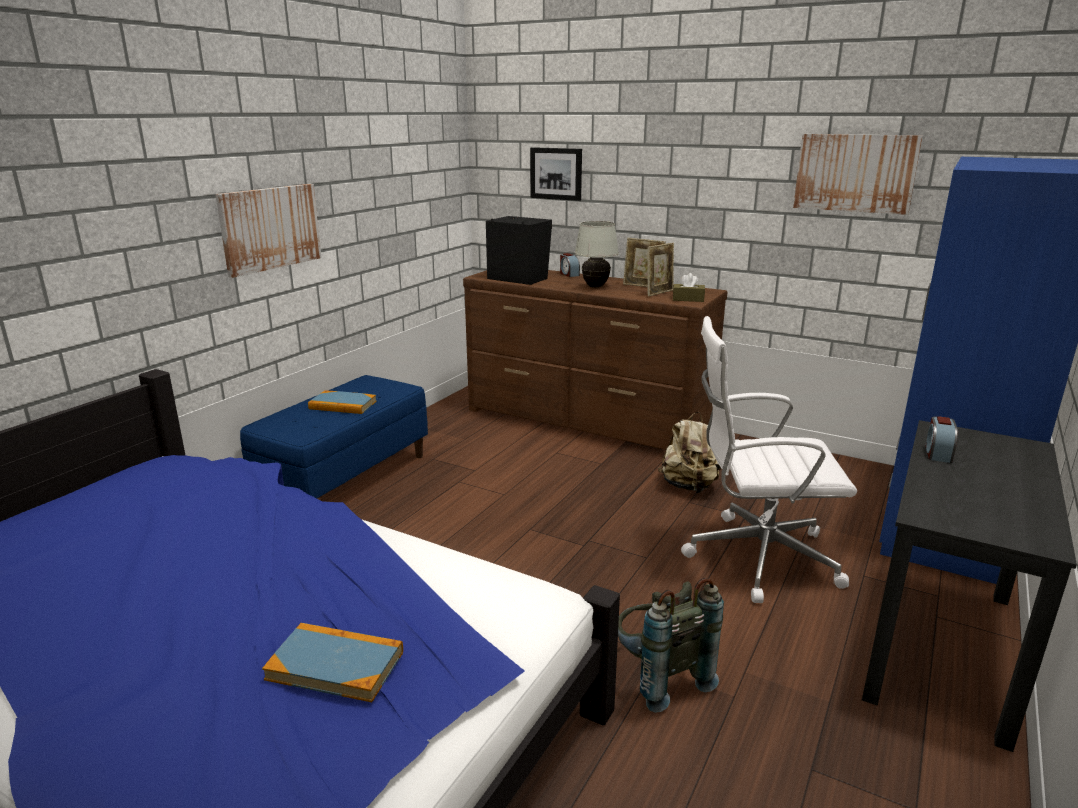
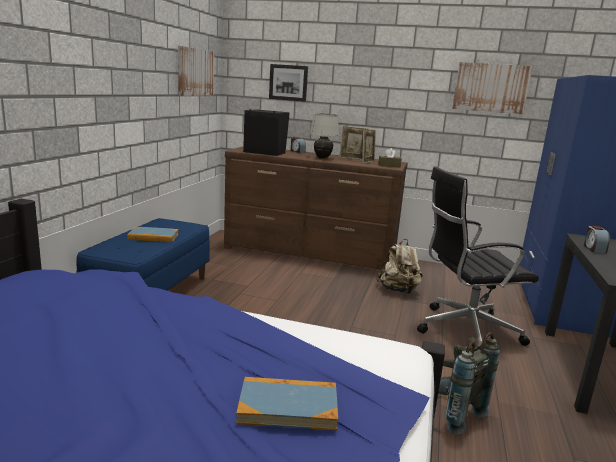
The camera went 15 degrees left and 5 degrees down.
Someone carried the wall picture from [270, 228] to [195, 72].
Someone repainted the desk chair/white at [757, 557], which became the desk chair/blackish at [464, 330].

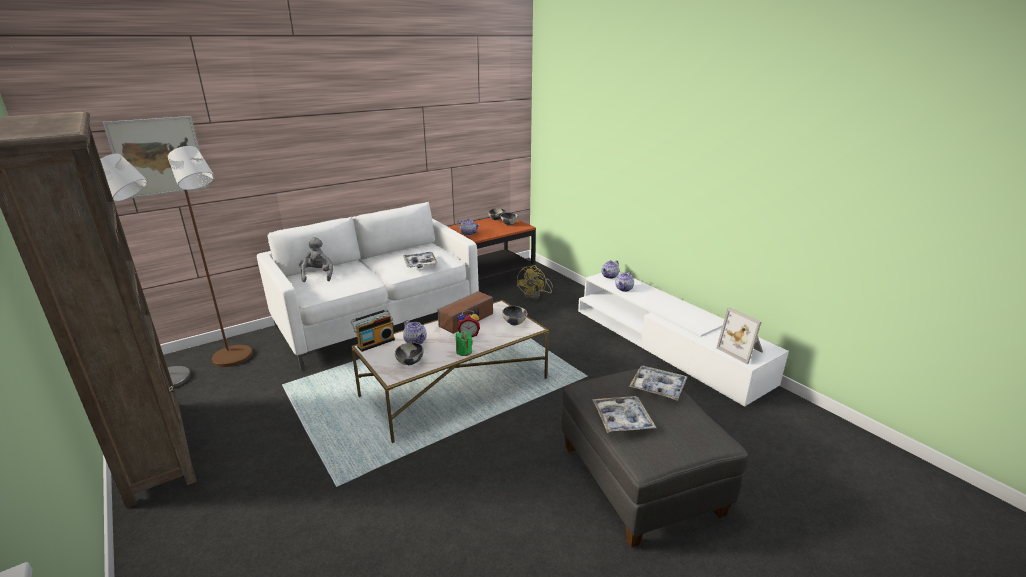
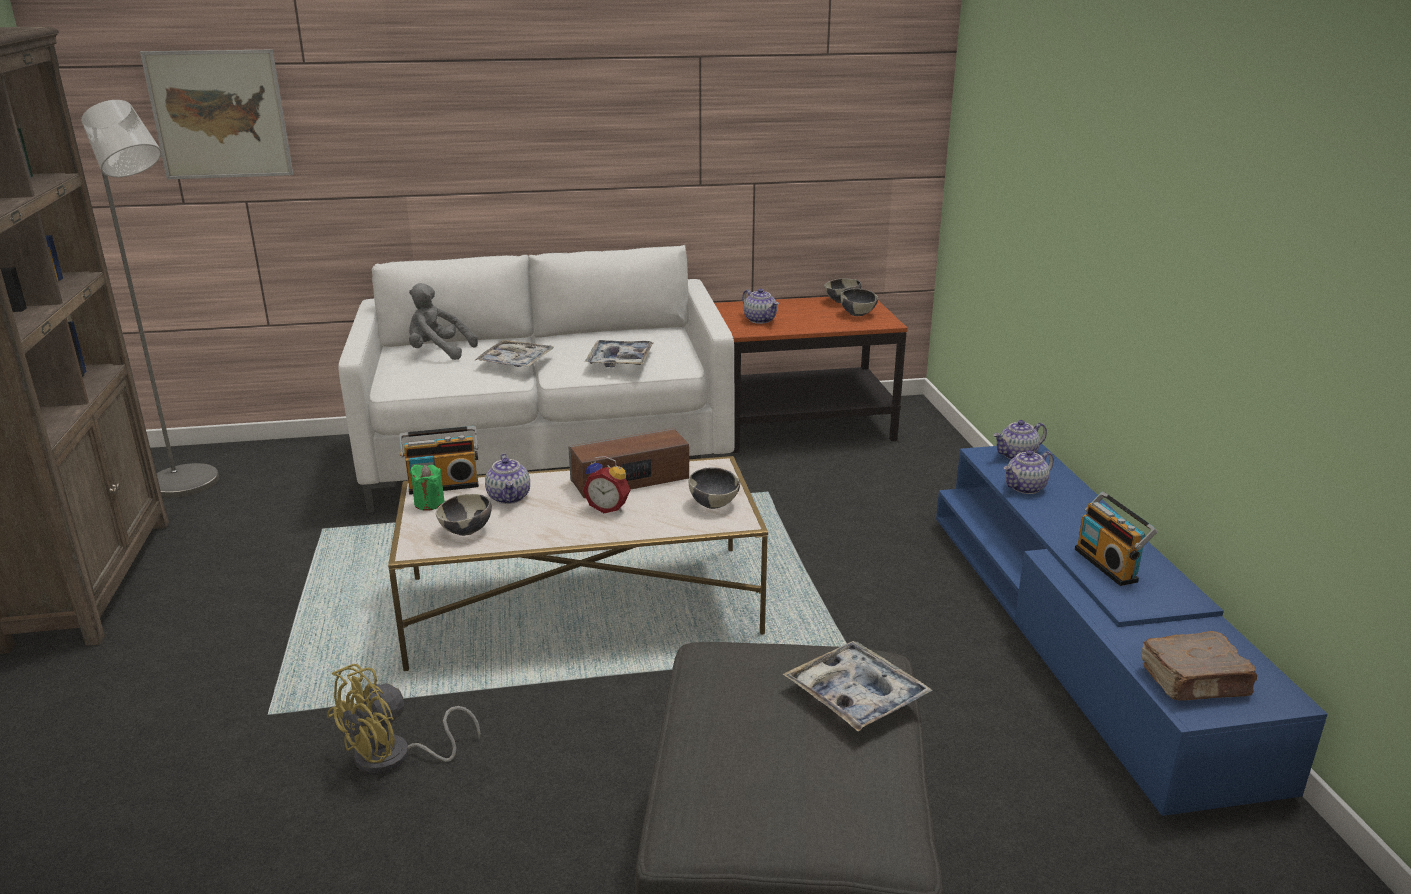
The camera went 25 degrees right and 0 degrees up.
Someone carried the electric fan/yellowish from [535, 296] to [395, 758].
Someone rotated the cuddly toy/greyish at [318, 275] by 90 degrees counterclockwise.
Someone carried the wax light/green-coloured from [464, 351] to [429, 503].
Someone carried the serving tray from [622, 419] to [515, 361].
Someone repainted the media console/white at [666, 345], which became the media console/bluish at [1081, 634].
Someone put down the radio at [1108, 565].
Someone swapped the standing frame at [742, 351] for the volume/brown-coloured at [1195, 682].
Someone took away the standing lamp/brown-coloured at [236, 359].

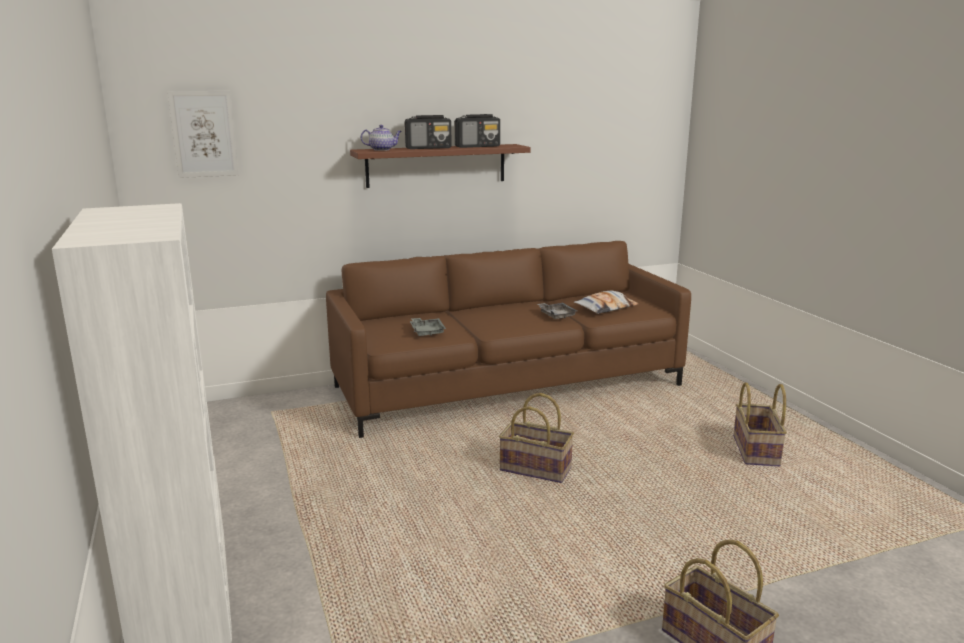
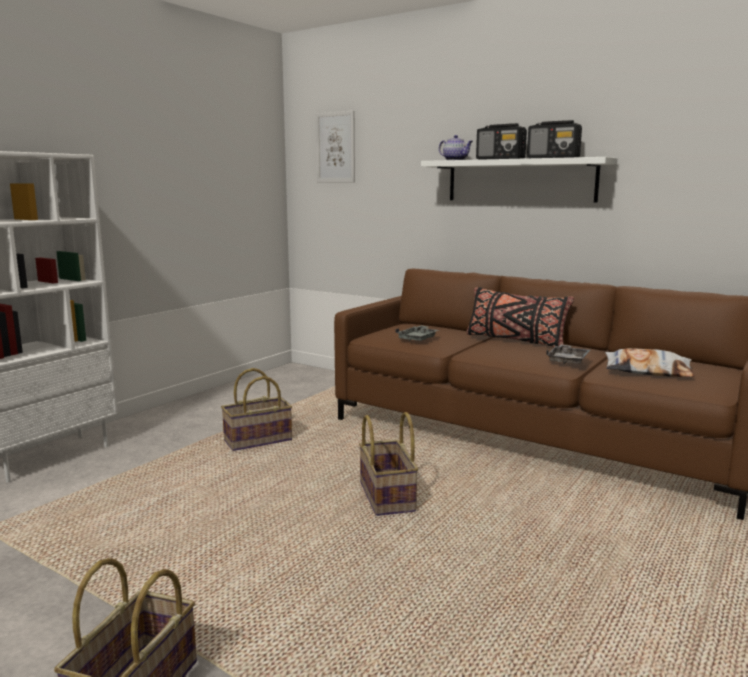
The camera went 55 degrees right and 5 degrees down.
Someone carried the storage basket from [757, 451] to [258, 441].
Someone repainted the shelf/brown-coloured at [436, 165], which became the shelf/white at [520, 180].
Someone put down the throw pillow/blackish at [515, 341].

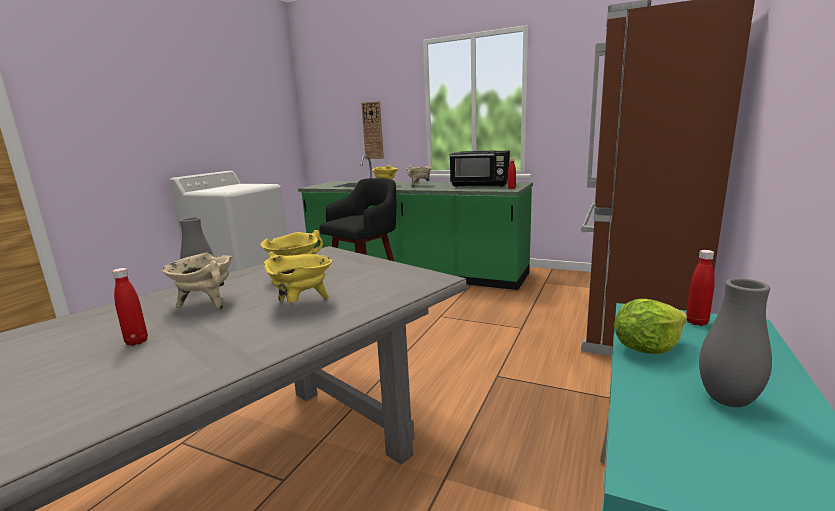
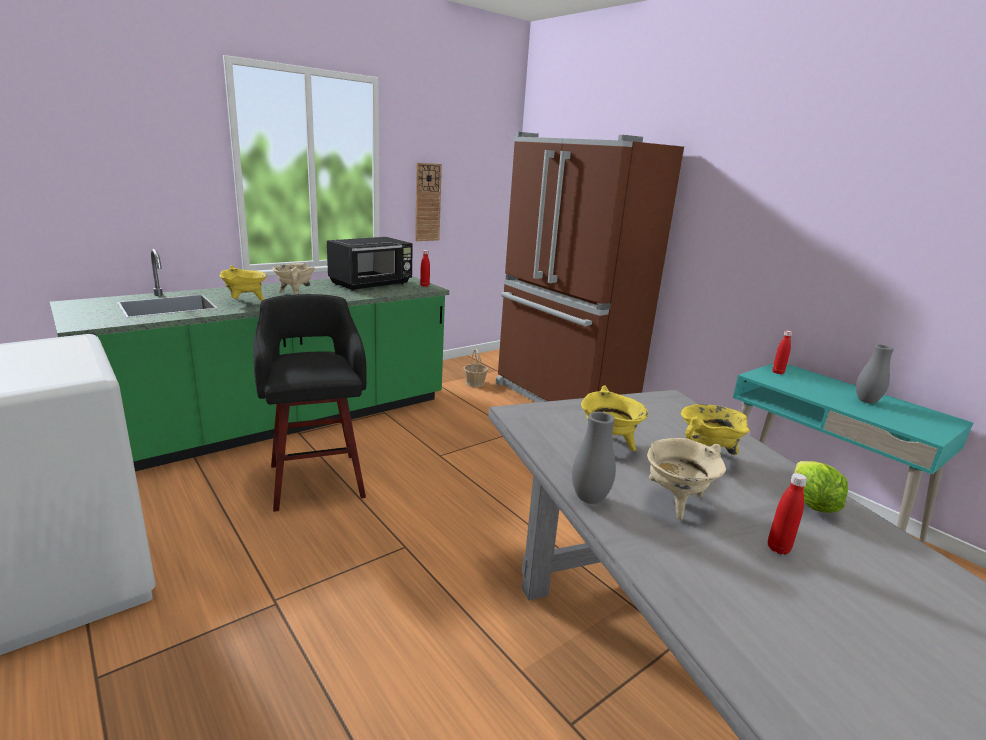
The camera went 65 degrees left and 5 degrees up.
Someone carried the hanging clock from [373, 130] to [427, 202].
Someone put down the storage basket at [474, 383].
Someone carried the head of lettuce from [646, 348] to [811, 504].

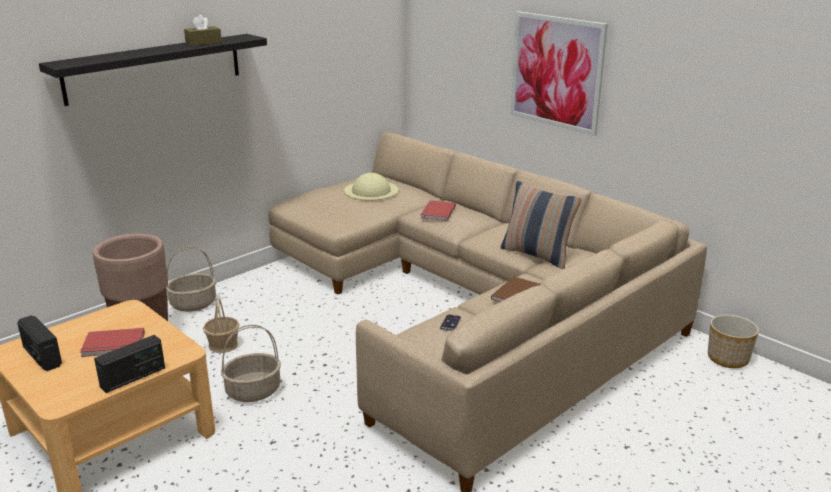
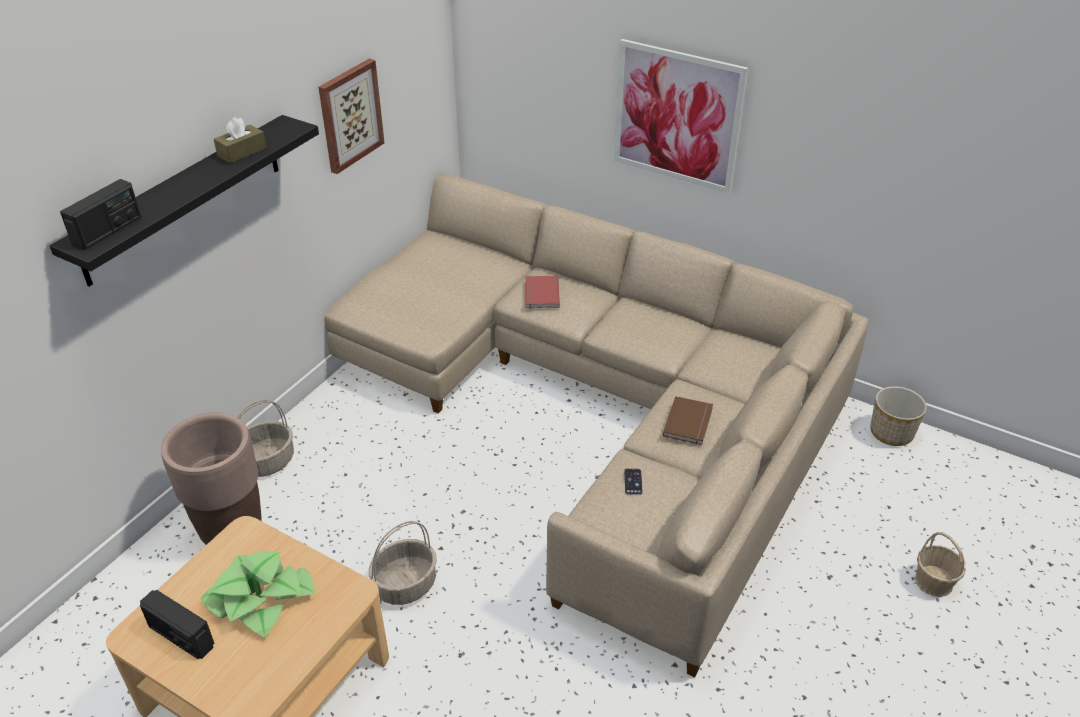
The camera went 15 degrees left and 15 degrees up.
Someone carried the radio from [133, 377] to [107, 231].
Someone swapped the volume/red-coloured at [113, 345] for the houseplant at [261, 599].
Someone put up the wall picture at [350, 115].
Someone carried the storage basket from [223, 345] to [933, 581].
Someone took away the wearable hat/sand-coloured at [371, 190].
Someone took away the throw pillow at [537, 255].

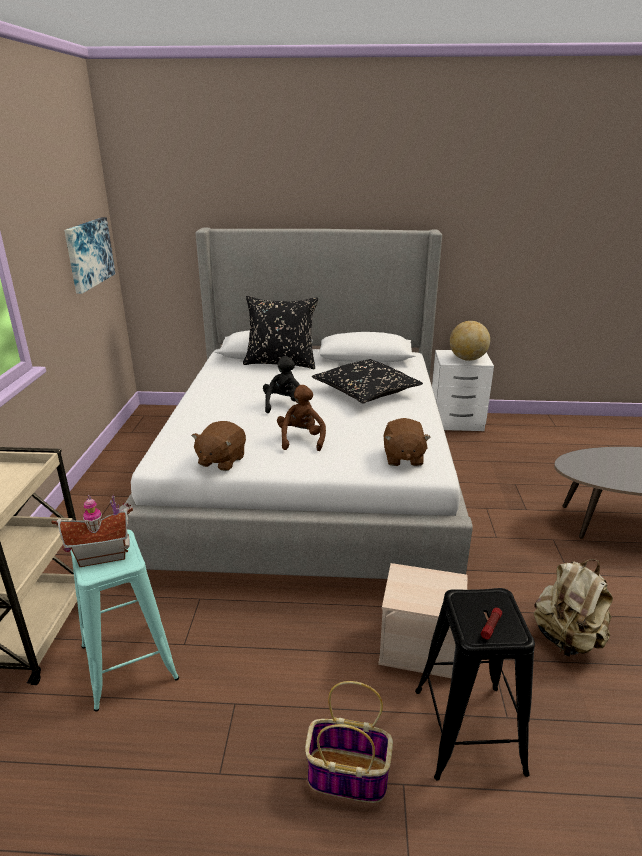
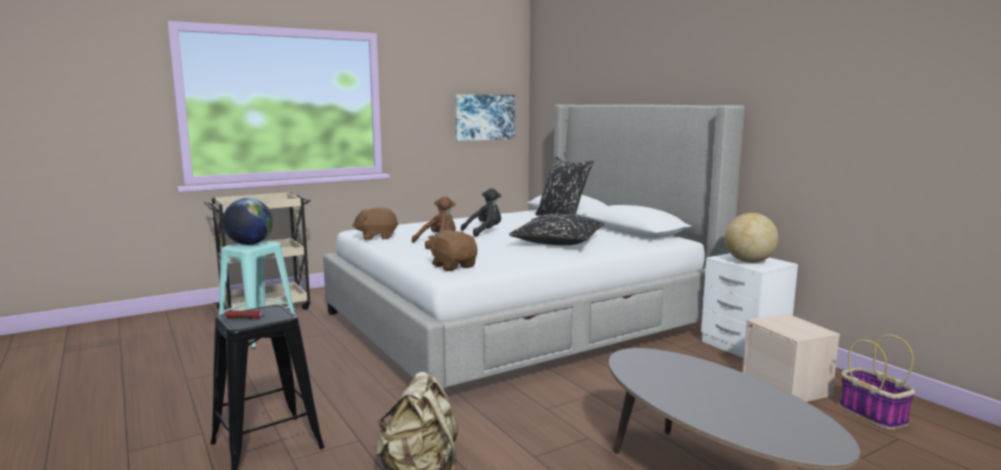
The camera went 55 degrees right and 15 degrees down.
Someone swapped the toy house at [102, 555] for the world globe at [250, 244].
Someone rotated the cuddly toy/brown-coloured at [403, 458] by 90 degrees clockwise.
Someone carried the storage box/sand-coloured from [421, 646] to [787, 387].
Someone carried the storage basket from [346, 776] to [871, 414].

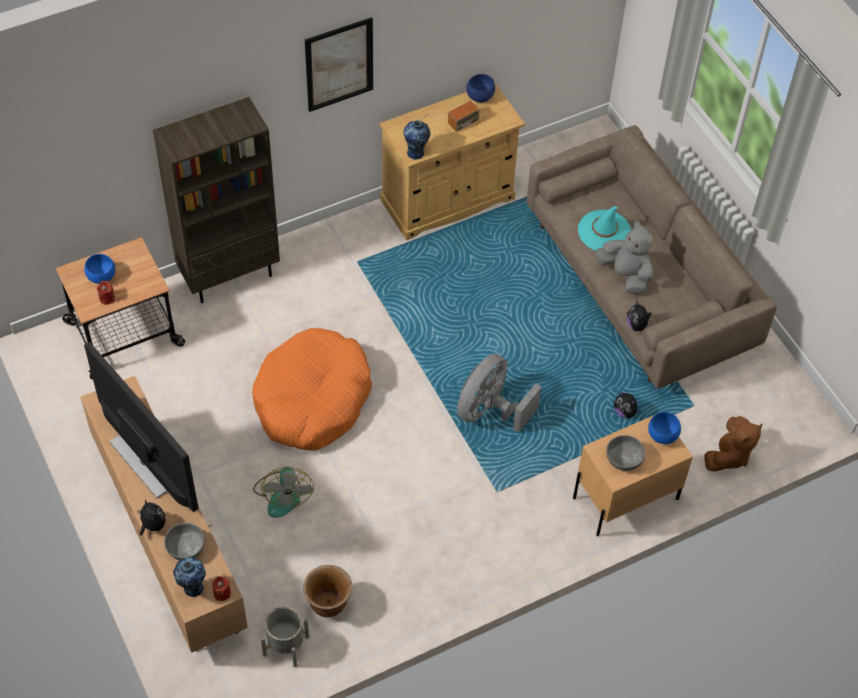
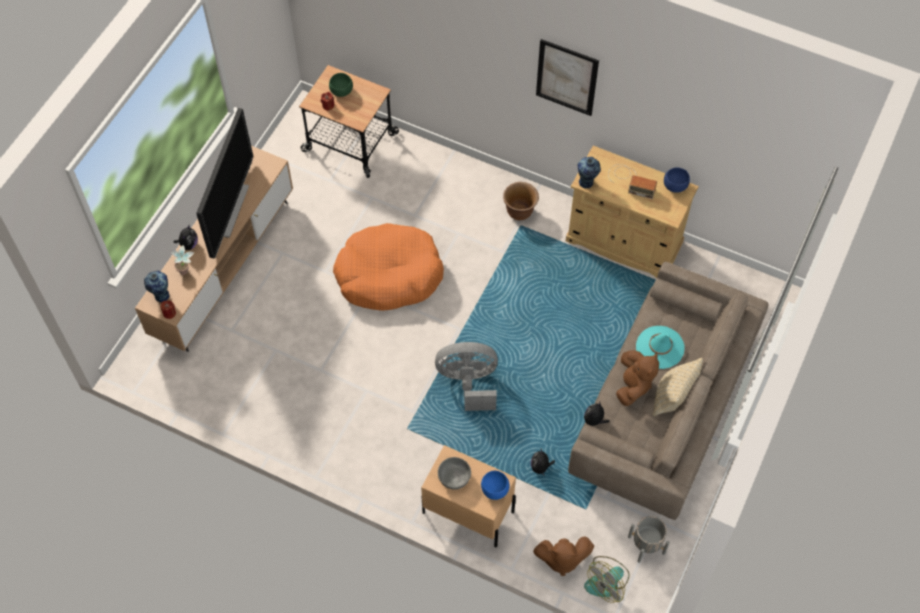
The camera went 55 degrees right and 5 degrees up.
Someone swapped the serving bowl/greyish at [185, 547] for the houseplant at [186, 272].
Someone repainted the serving bowl/bluish at [102, 277], which became the serving bowl/green-coloured at [342, 92].
Someone carried the flower pot/brown-coloured from [328, 604] to [519, 212].
Someone carried the electric fan from [283, 494] to [607, 581].
Someone repainted the cuddly toy/greyish at [625, 275], which became the cuddly toy/brown-coloured at [633, 385].
Someone carried the flower pot/greyish from [286, 646] to [646, 545].
Someone put down the throw pillow/sand-coloured at [672, 398].
Someone took away the bookshelf/brown-coloured at [230, 275].

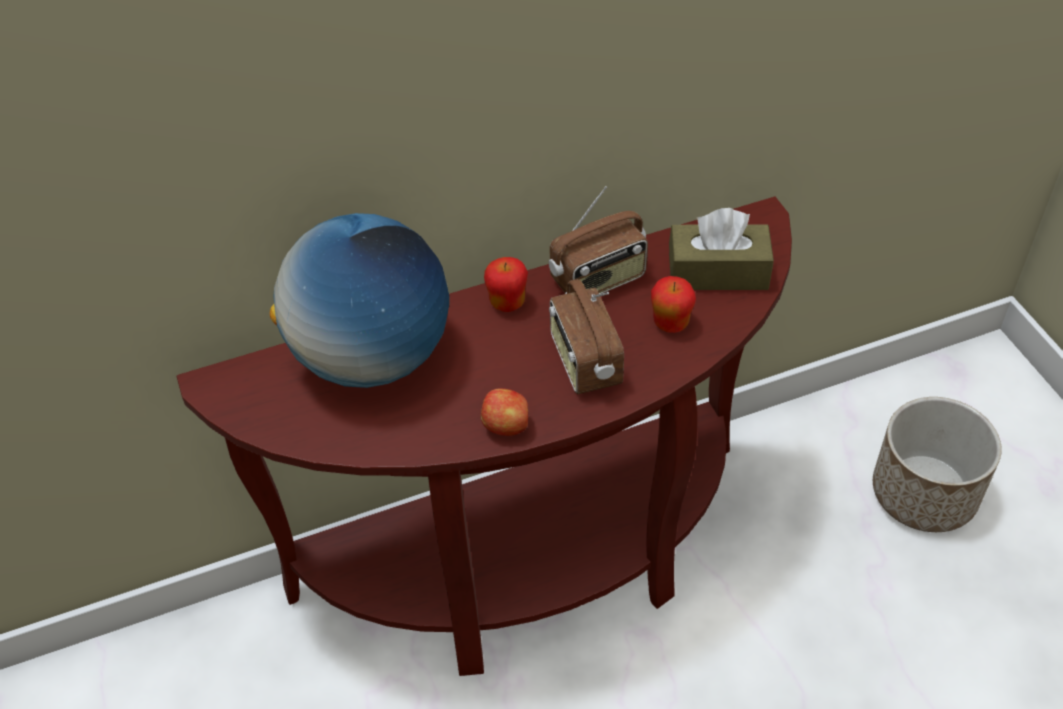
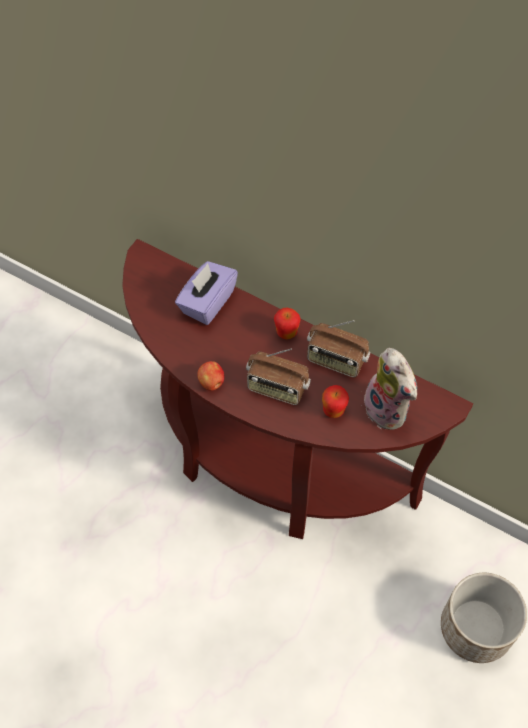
The camera went 50 degrees right and 10 degrees up.
Someone swapped the world globe at [372, 358] for the tissue box/purplish at [207, 302].
Someone rotated the radio at [584, 362] by 105 degrees counterclockwise.
Someone swapped the tissue box/brown-coloured at [718, 272] for the cuddly toy at [389, 409].

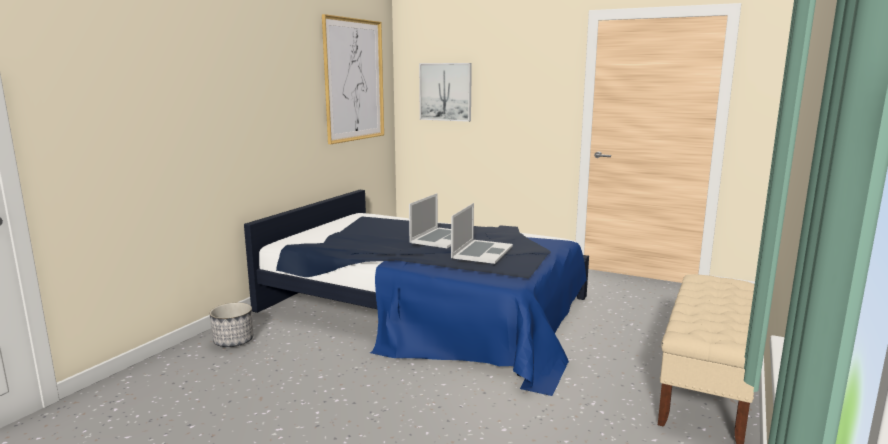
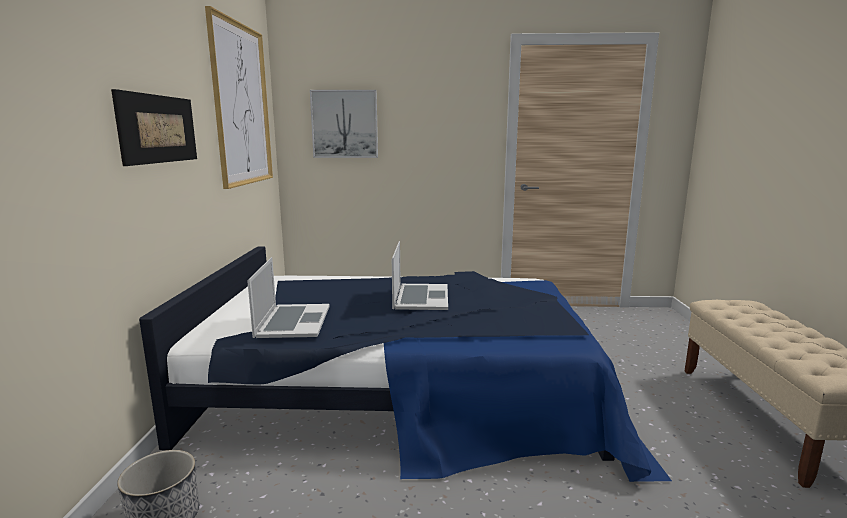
The camera went 25 degrees left and 0 degrees up.
Someone put up the wall picture at [158, 129].
Someone carried the notebook computer from [482, 252] to [293, 321].

